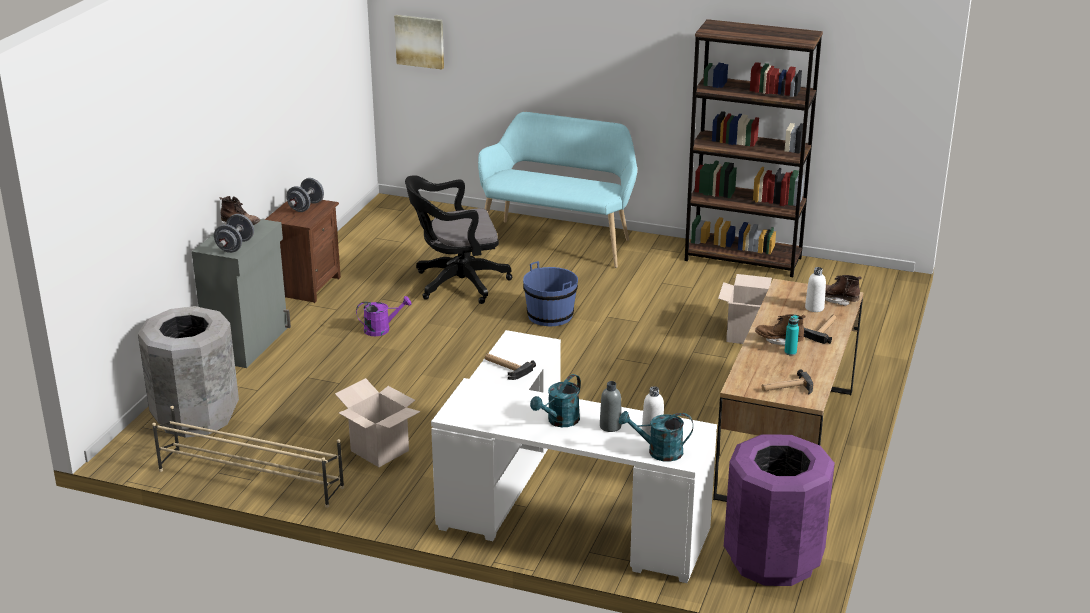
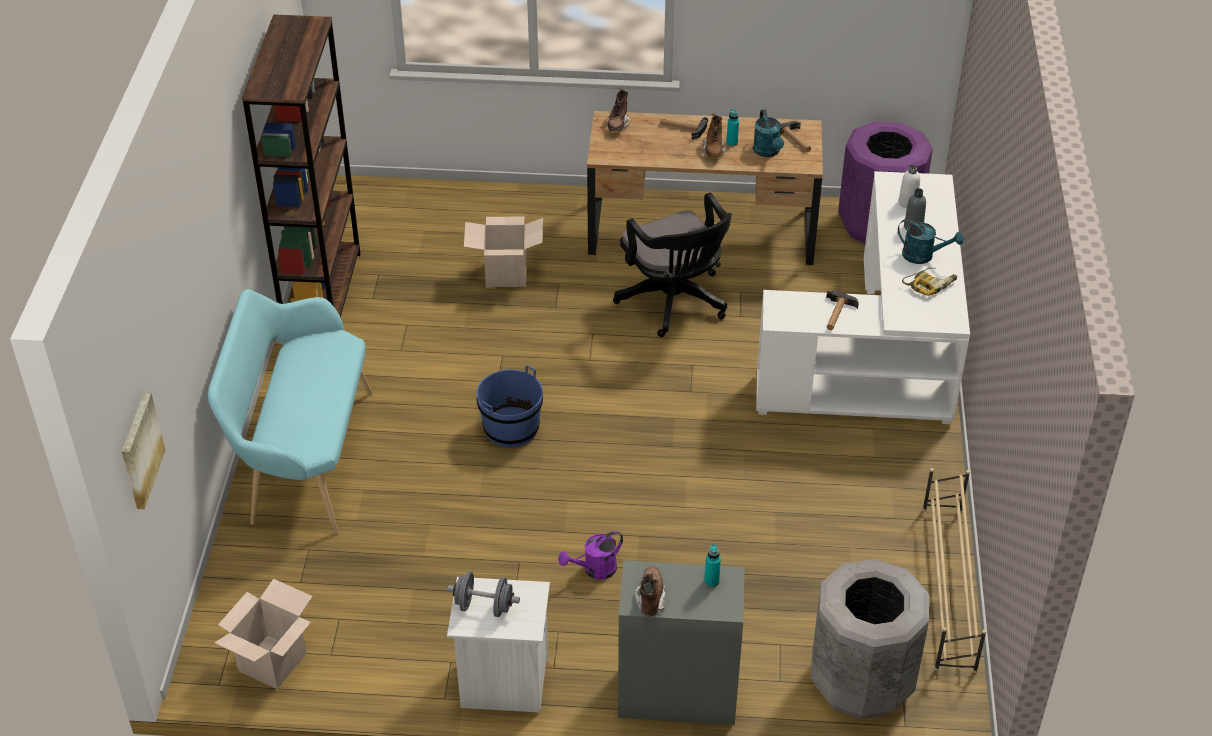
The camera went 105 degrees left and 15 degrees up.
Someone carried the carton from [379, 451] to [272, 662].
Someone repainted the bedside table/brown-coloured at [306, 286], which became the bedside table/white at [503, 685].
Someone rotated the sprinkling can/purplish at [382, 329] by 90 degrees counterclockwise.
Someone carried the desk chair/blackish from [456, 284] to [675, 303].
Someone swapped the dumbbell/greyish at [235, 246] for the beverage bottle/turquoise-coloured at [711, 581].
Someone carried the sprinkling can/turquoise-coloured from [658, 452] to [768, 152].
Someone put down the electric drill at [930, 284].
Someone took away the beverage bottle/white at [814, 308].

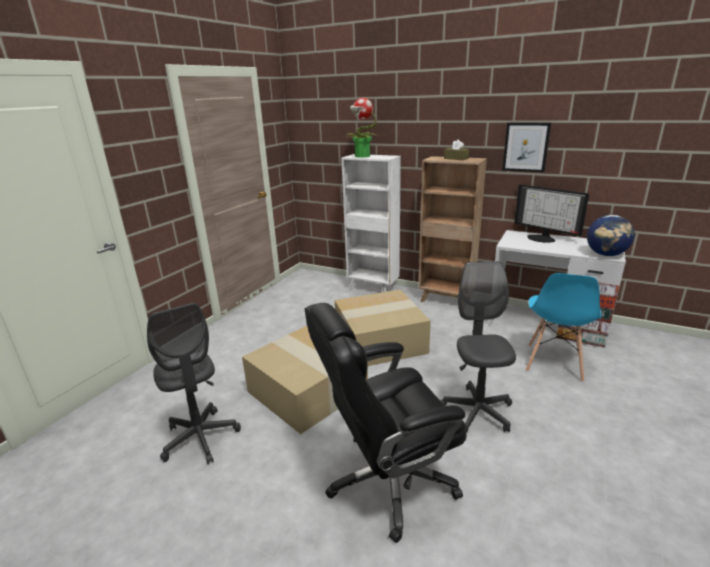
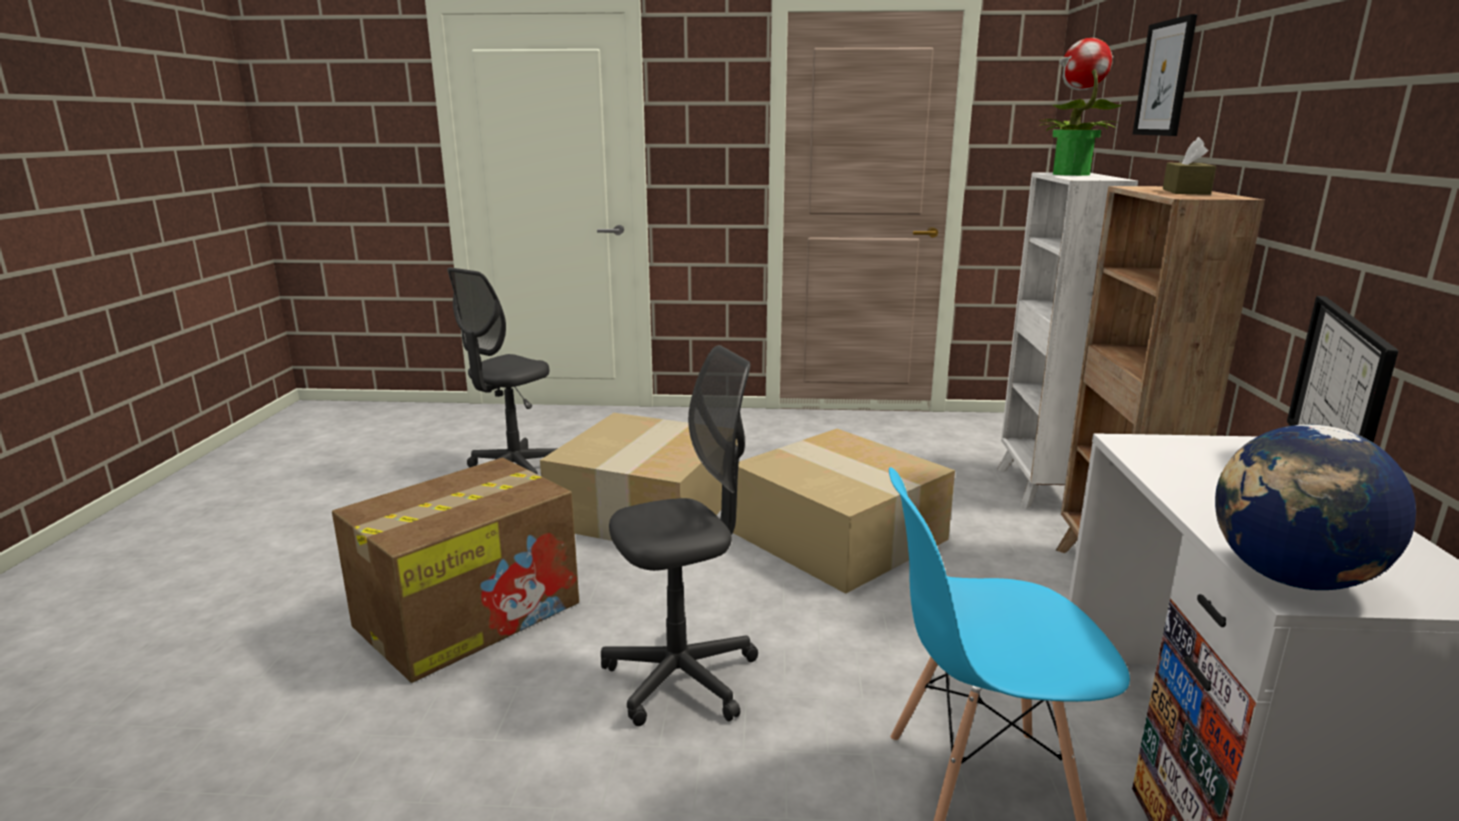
The camera went 65 degrees right and 5 degrees down.
Someone swapped the desk chair/blackish at [388, 480] for the carton at [470, 613].
Someone carried the wall picture from [525, 147] to [1165, 78].

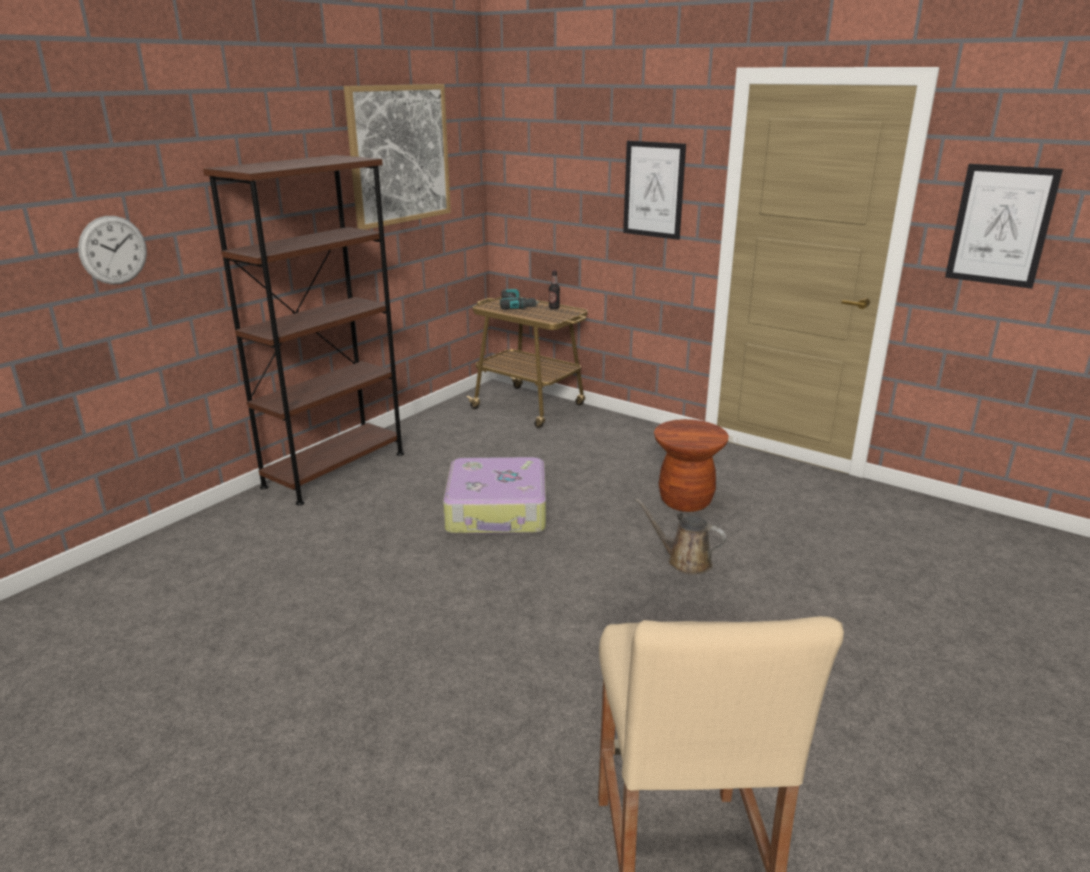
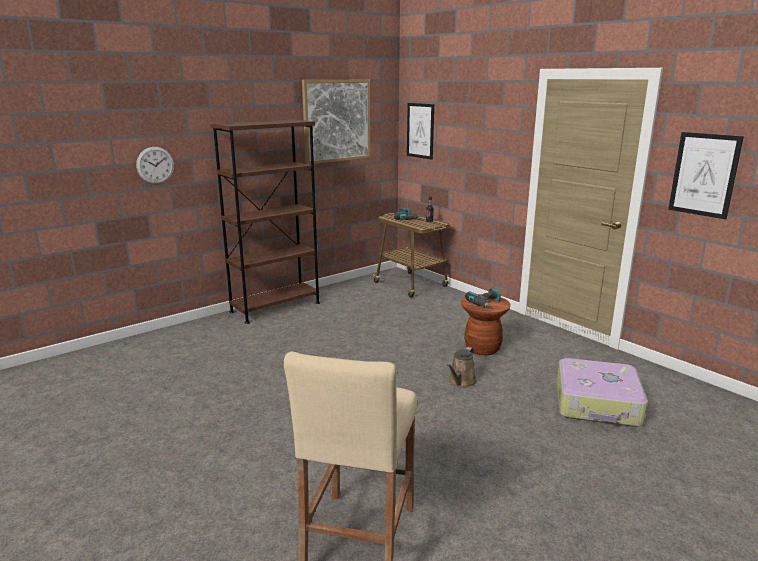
The camera went 15 degrees right and 5 degrees down.
Someone carried the wall picture from [653, 190] to [420, 130].
Someone rotated the sprinkling can/brown-coloured at [685, 561] by 105 degrees counterclockwise.
Someone put down the electric drill at [485, 303].
Someone carried the travel case from [497, 511] to [598, 404].

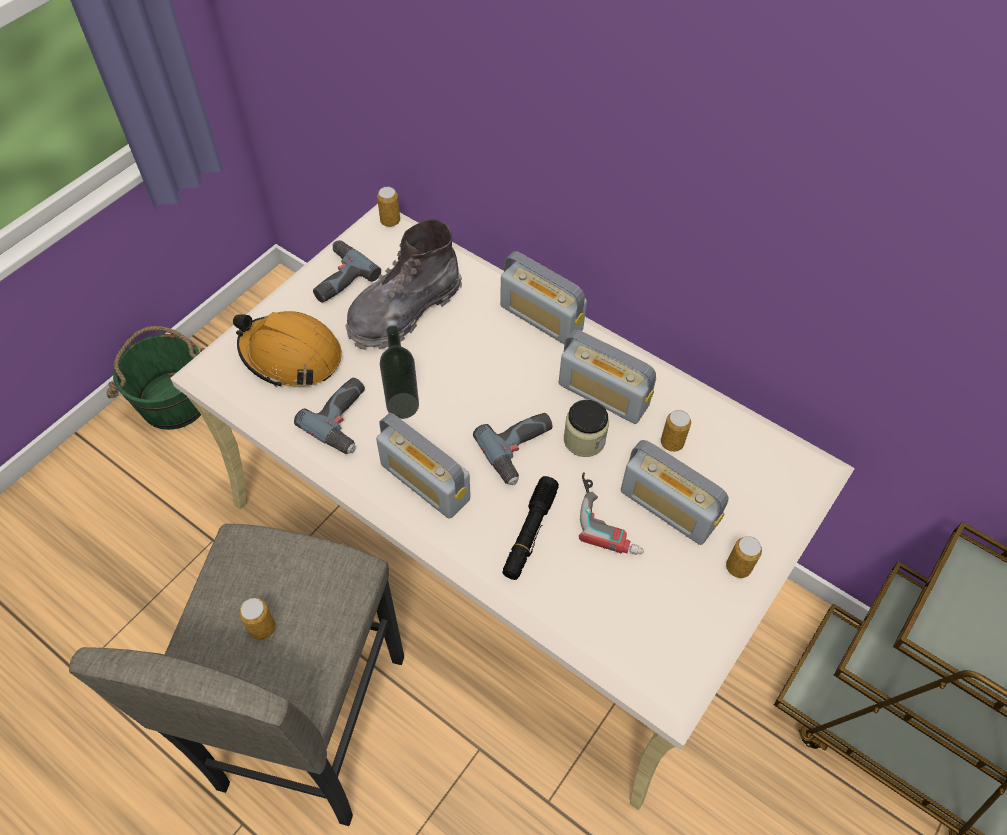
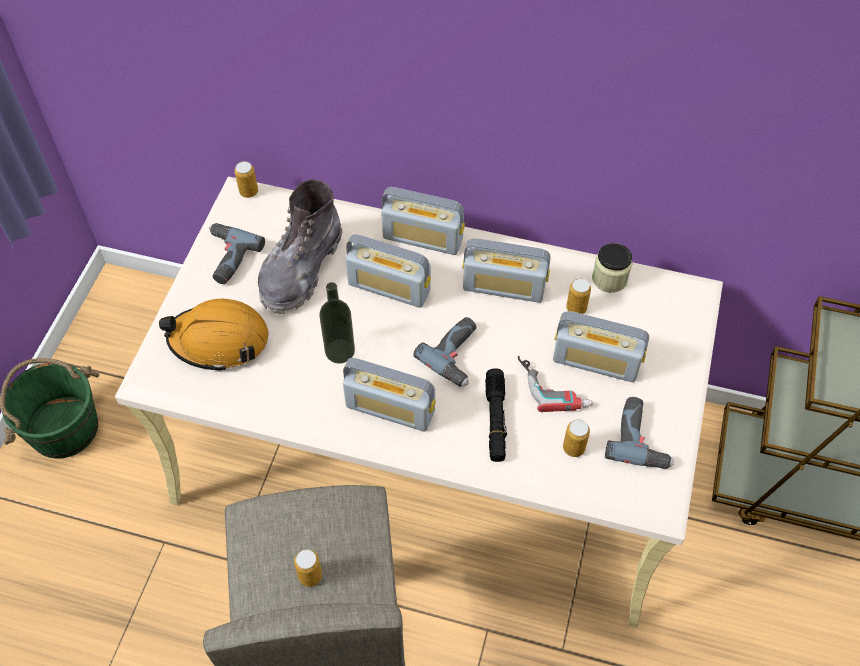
The camera went 20 degrees left and 0 degrees up.
Someone put down the radio at [389, 287].
Someone carried the sealed can from [738, 567] to [573, 448].
Someone carried the storage jar from [584, 440] to [609, 279].
Someone carried the electric drill from [345, 420] to [641, 438].

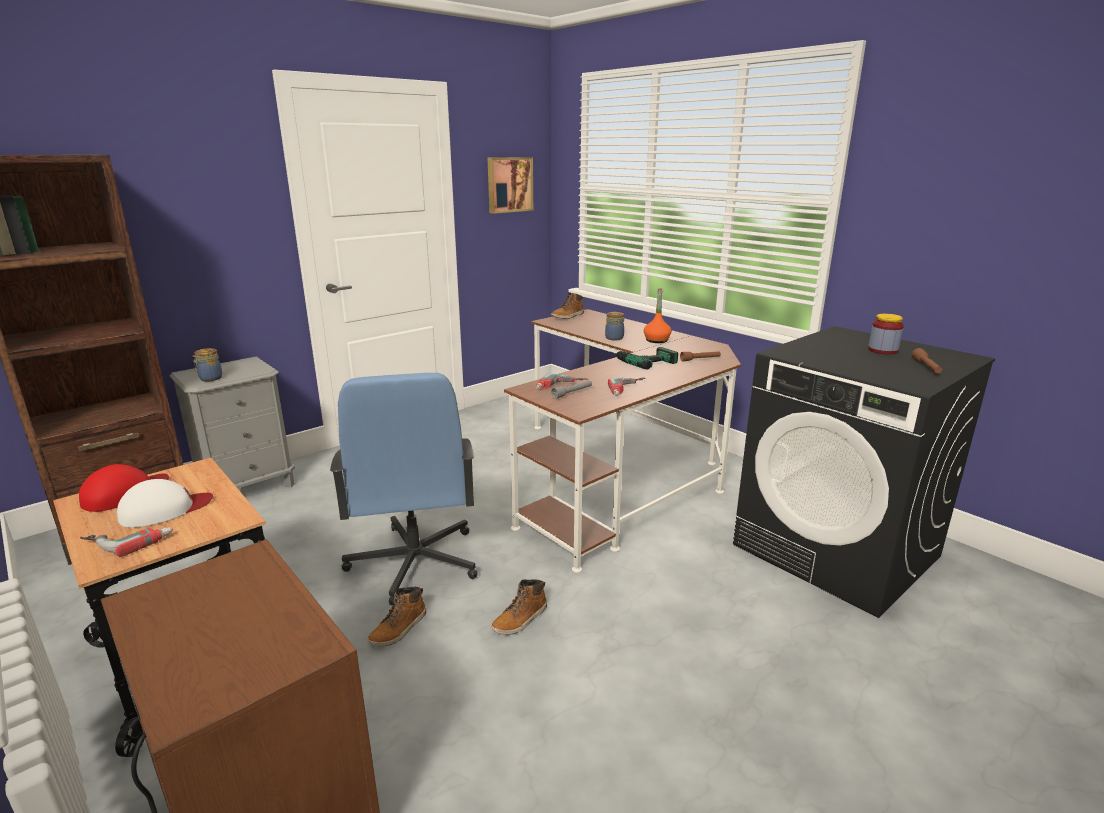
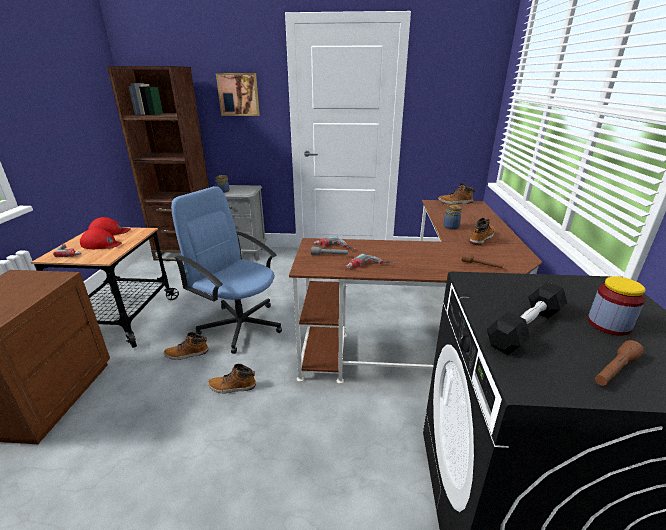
The camera went 45 degrees right and 5 degrees up.
Someone repainted the peaked cap/white at [165, 510], which became the peaked cap/red-coloured at [101, 244].
Someone rotated the desk chair/bluish at [414, 563] by 90 degrees clockwise.
Someone carried the wall picture from [509, 184] to [238, 94].
Someone swapped the beverage bottle/orange-coloured at [656, 340] for the high-top boot at [481, 238].
Someone put down the dumbbell/blackish at [525, 327].
Someone took away the electric drill at [641, 360].

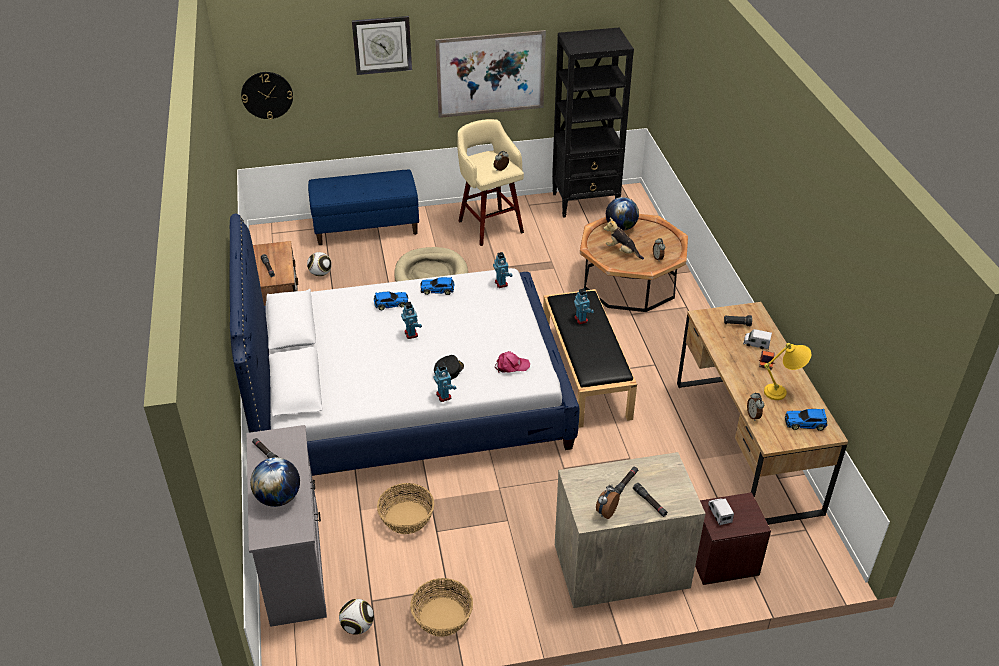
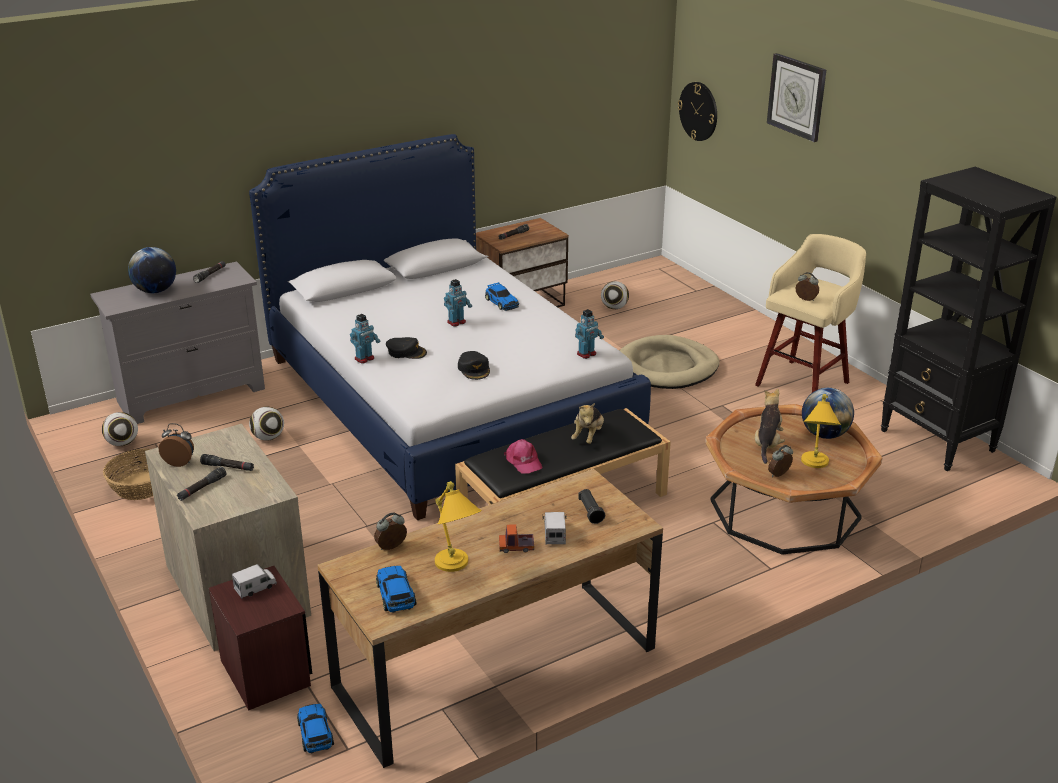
The camera went 70 degrees right and 10 degrees down.
Someone swapped the storage basket at [406, 518] for the football ball at [268, 437].
Someone carried the miniature car from [438, 290] to [315, 734].
Someone put down the peaked cap/blackish at [474, 369].
Someone carried the peaked cap/pink from [511, 366] to [523, 461].
Someone swapped the robot figure at [581, 319] for the cuddly toy at [588, 436].
Someone put down the tabletop lamp/yellowish at [814, 466].
Someone took away the long seat/bluish at [366, 227].
Someone took away the wall picture at [490, 74].

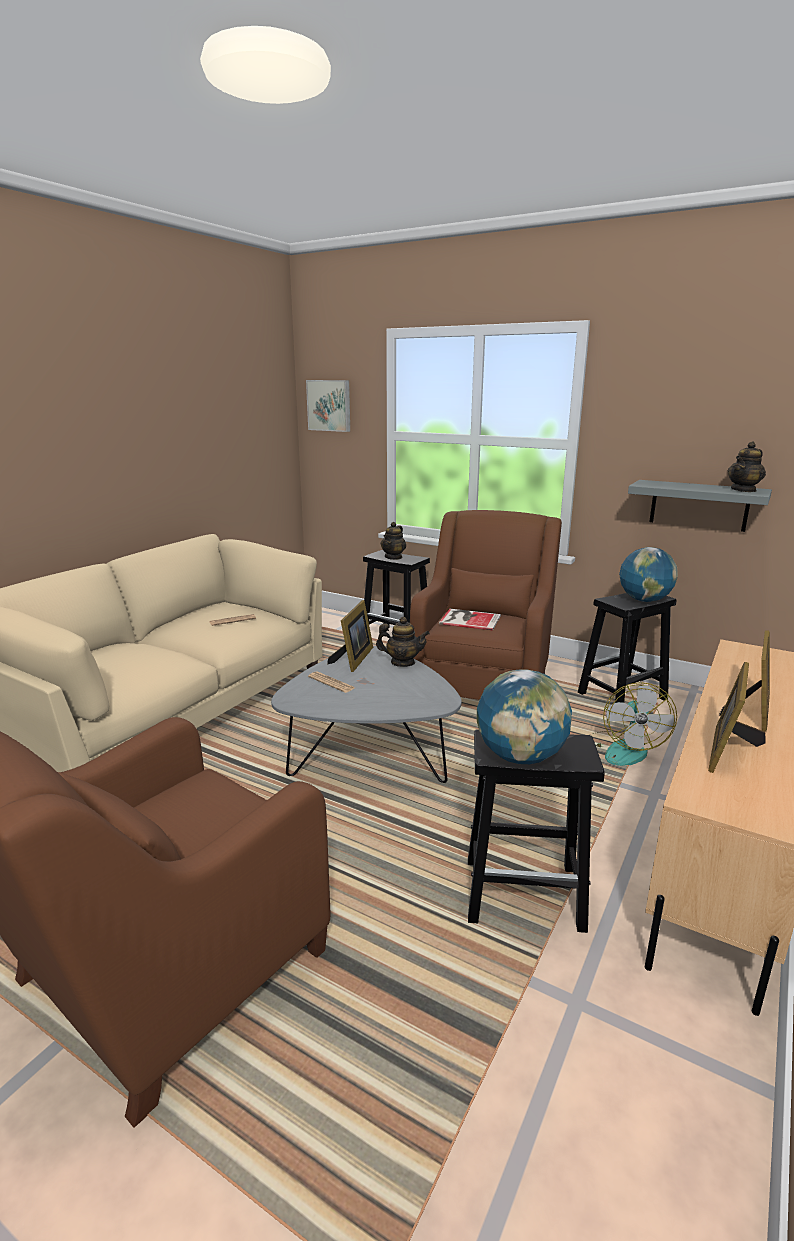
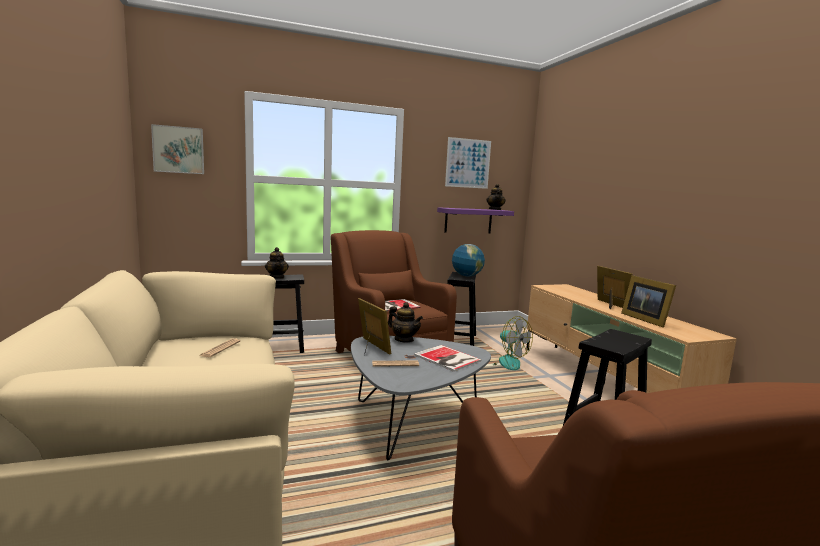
The camera went 50 degrees left and 10 degrees down.
Someone rotated the tea pot at [402, 662] by 75 degrees clockwise.
Someone put down the volume at [447, 359].
Someone repainted the shelf/greyish at [699, 505], which became the shelf/purplish at [468, 220].
Someone put up the wall picture at [468, 163].
Someone took away the world globe at [520, 756].

